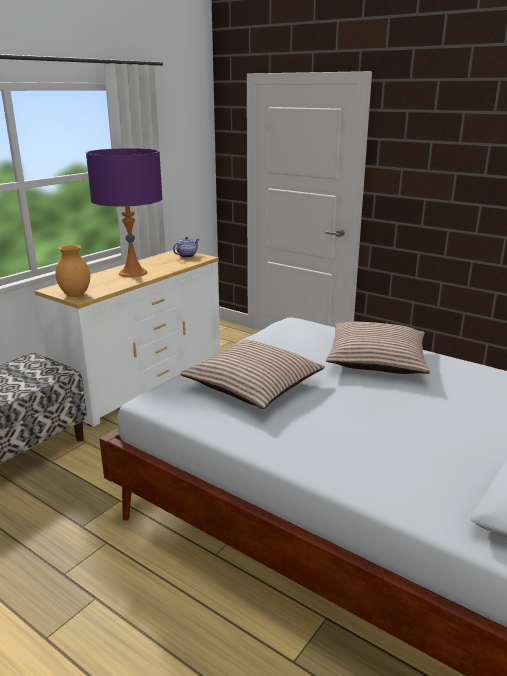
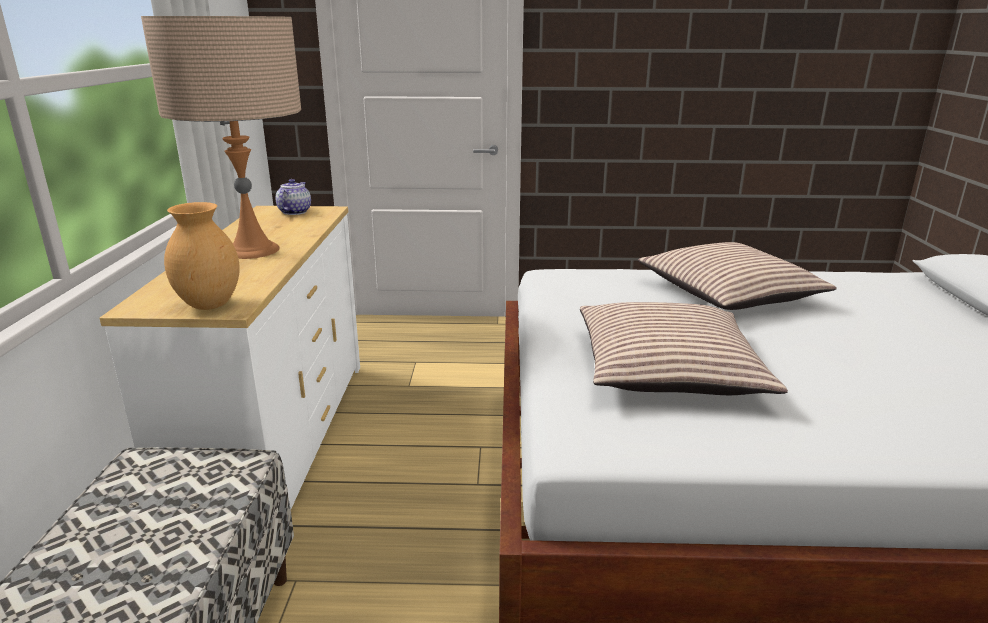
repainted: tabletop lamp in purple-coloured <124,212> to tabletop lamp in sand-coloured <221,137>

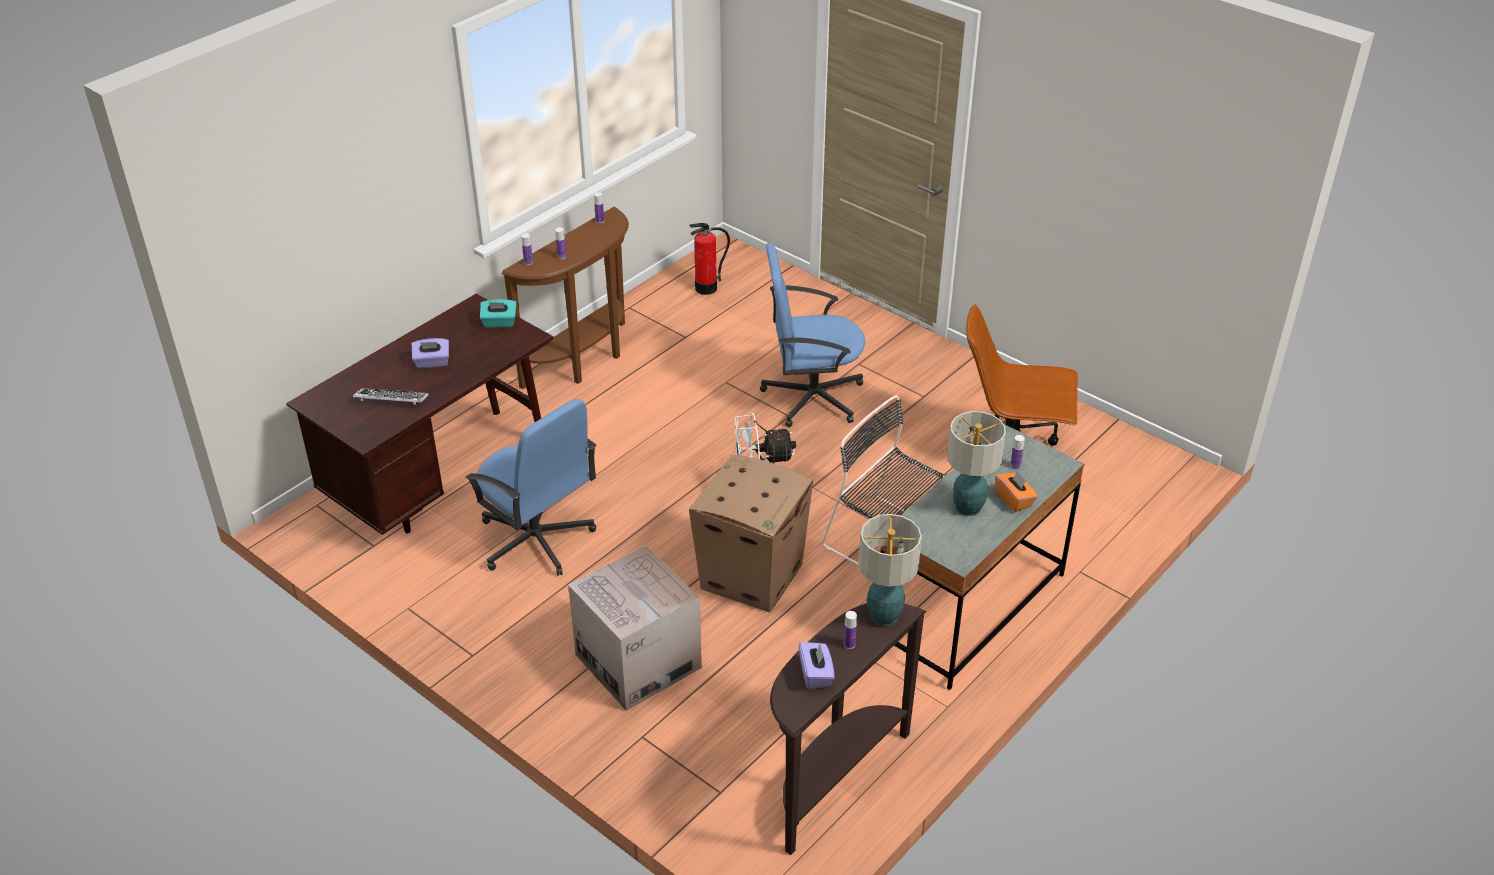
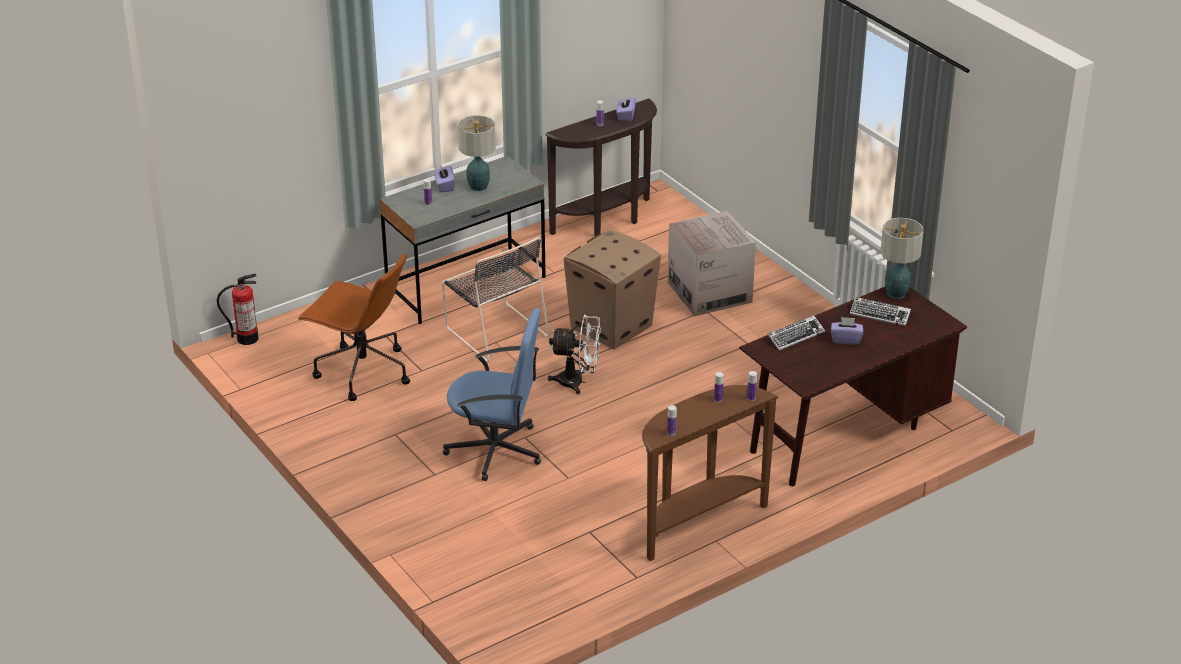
gone: computer chair in bluish <530,487>; box of tissues in turquoise <498,313>
new: PC keyboard <796,332>
shifted: fire extinguisher <709,259> to <238,309>; tabletop lamp <890,570> to <902,258>
repainted: box of tissues in orange-coloured <1016,491> to box of tissues in purple-coloured <444,179>

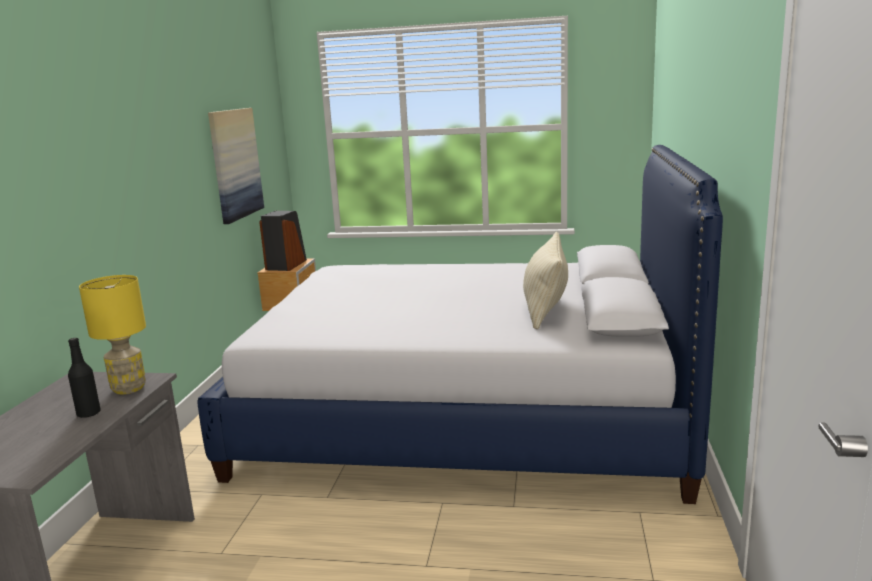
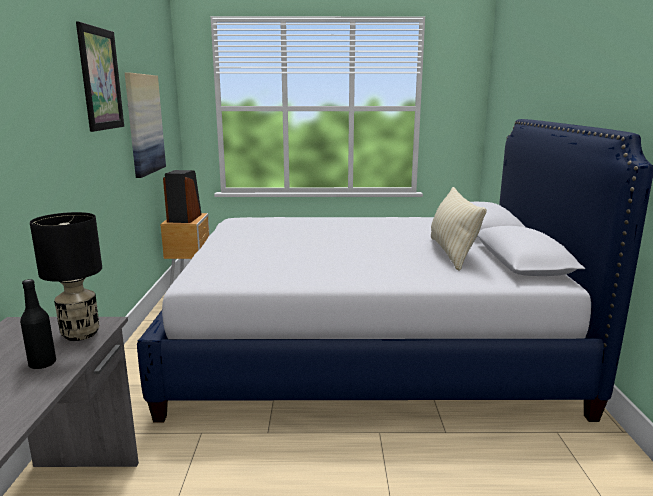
new: wall art <100,76>
repainted: tabletop lamp in yellow-coloured <112,334> to tabletop lamp in blackish <66,276>

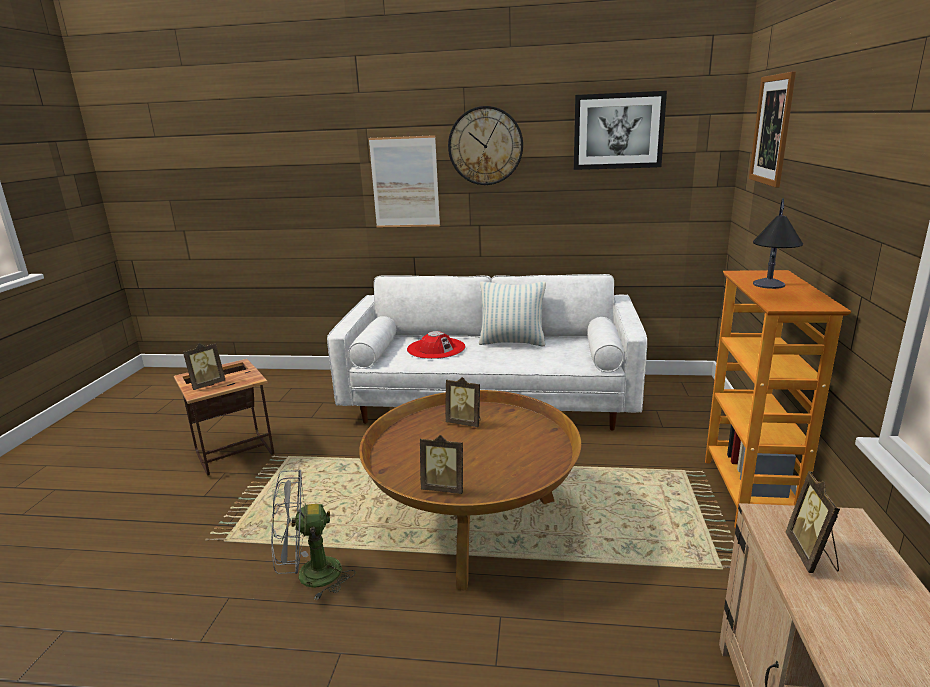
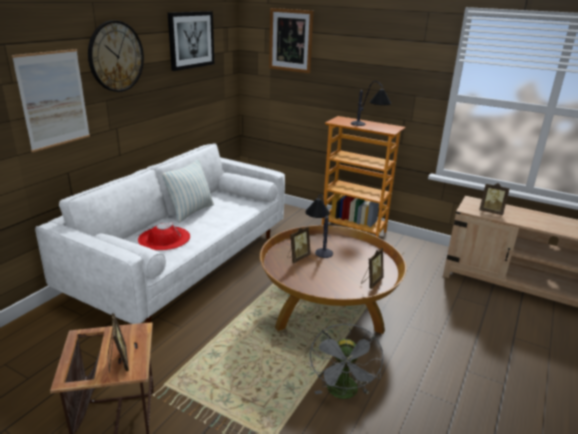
new: tabletop lamp <319,226>

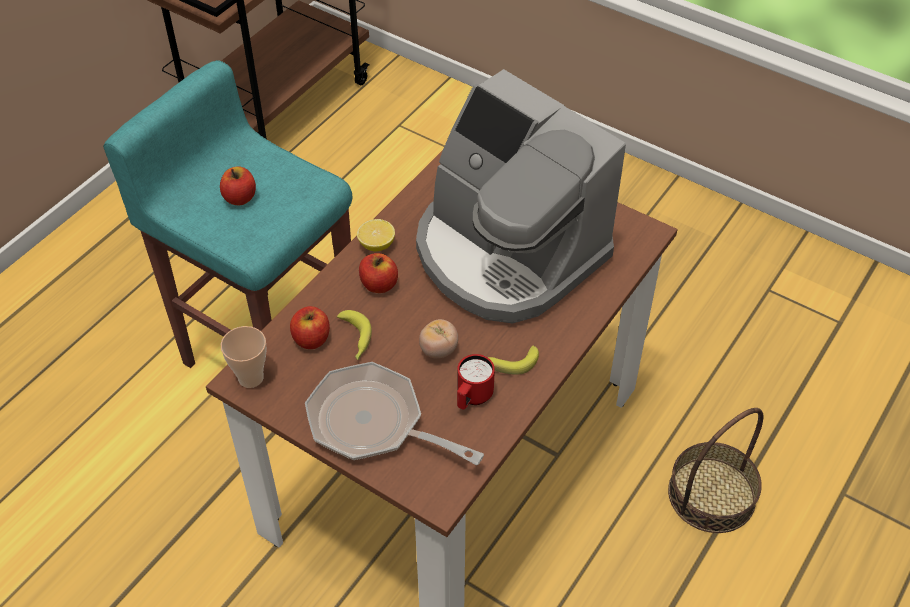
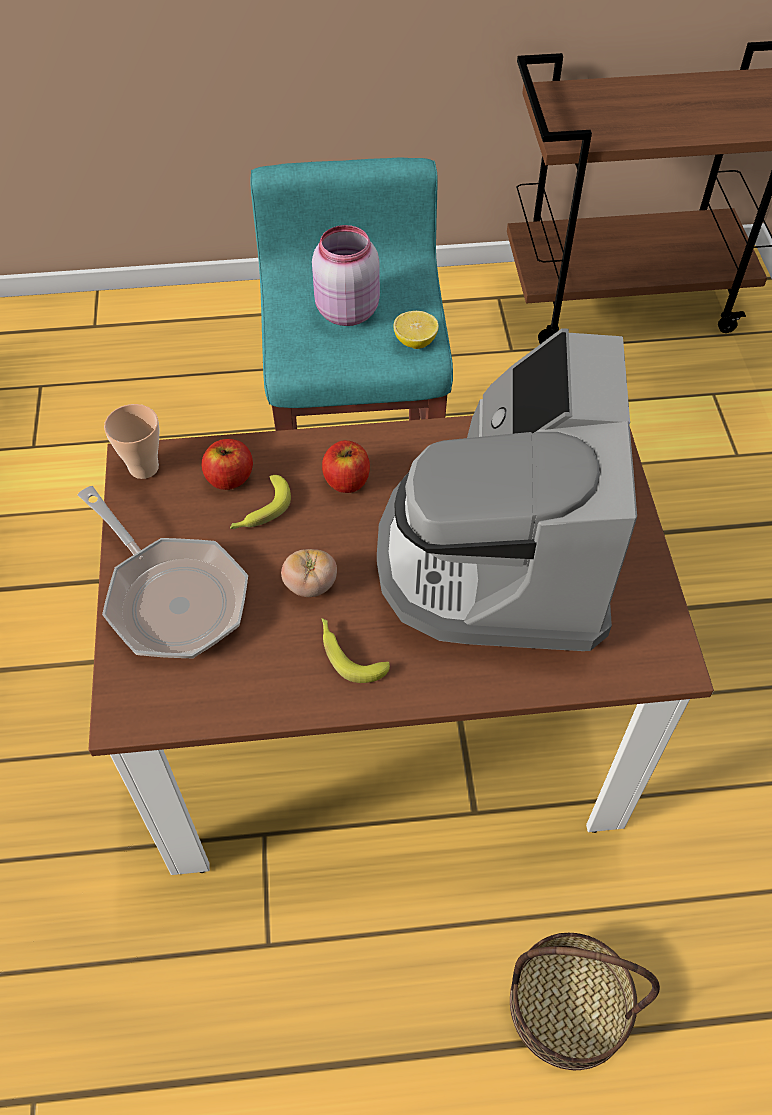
gone: coffee mug in red <476,381>
shifted: lemon <376,235> to <416,330>
swapped: whole apple <238,185> to storage jar in pink <346,275>
rotated: pan <394,413> = <163,572> 150 degrees clockwise

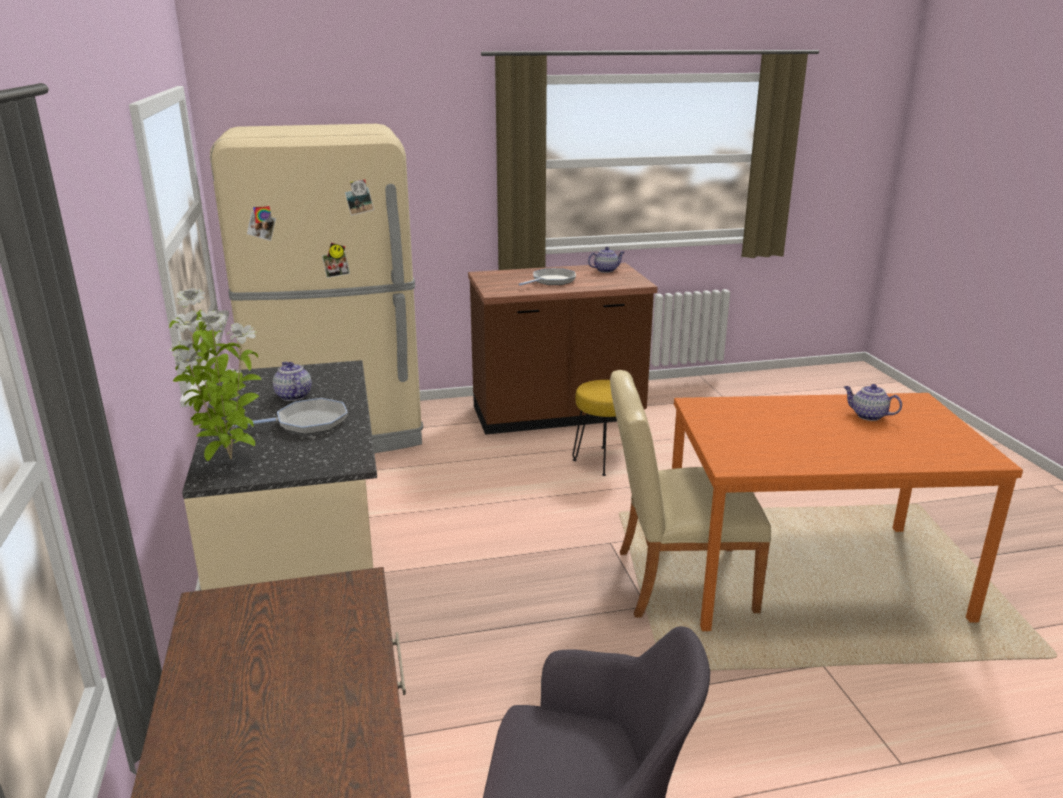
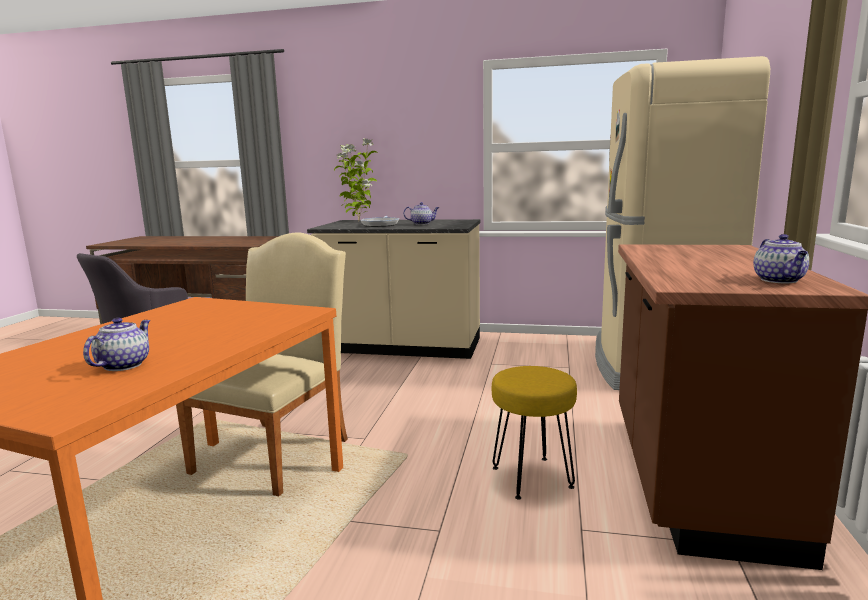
gone: pan <547,276>
rotated: tea pot <873,402> = <116,344> 45 degrees counterclockwise

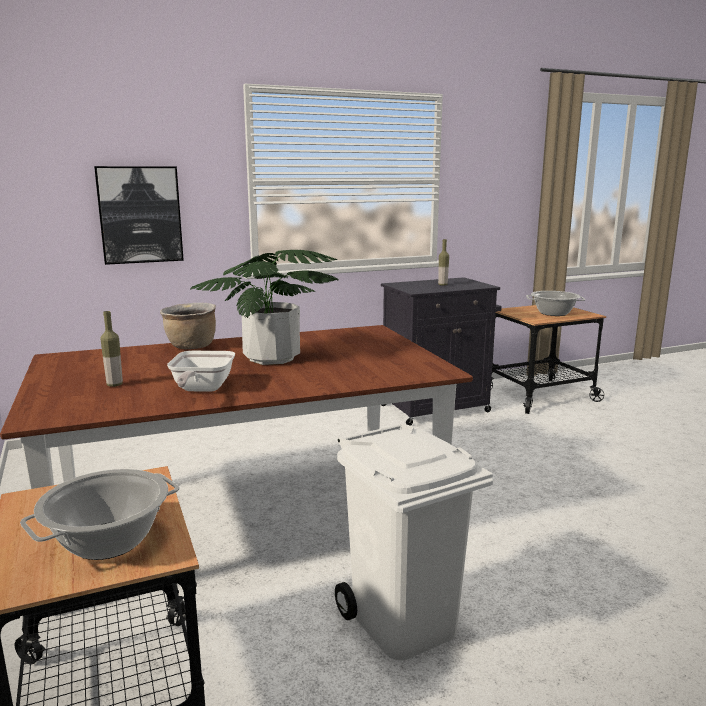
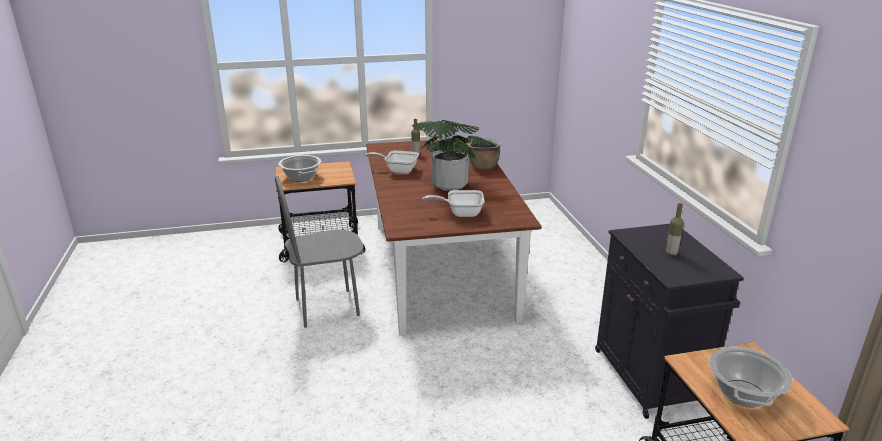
gone: wall art <139,215>
new: pan <453,203>
swapped: trash can in whitish <414,542> to upright chair in greyish <319,252>

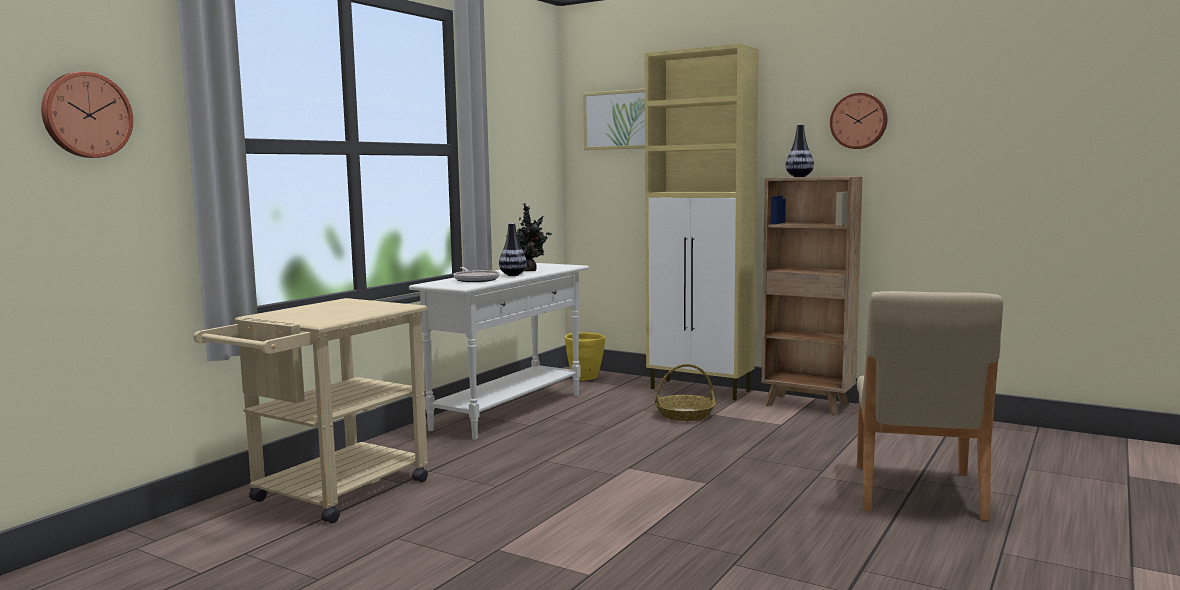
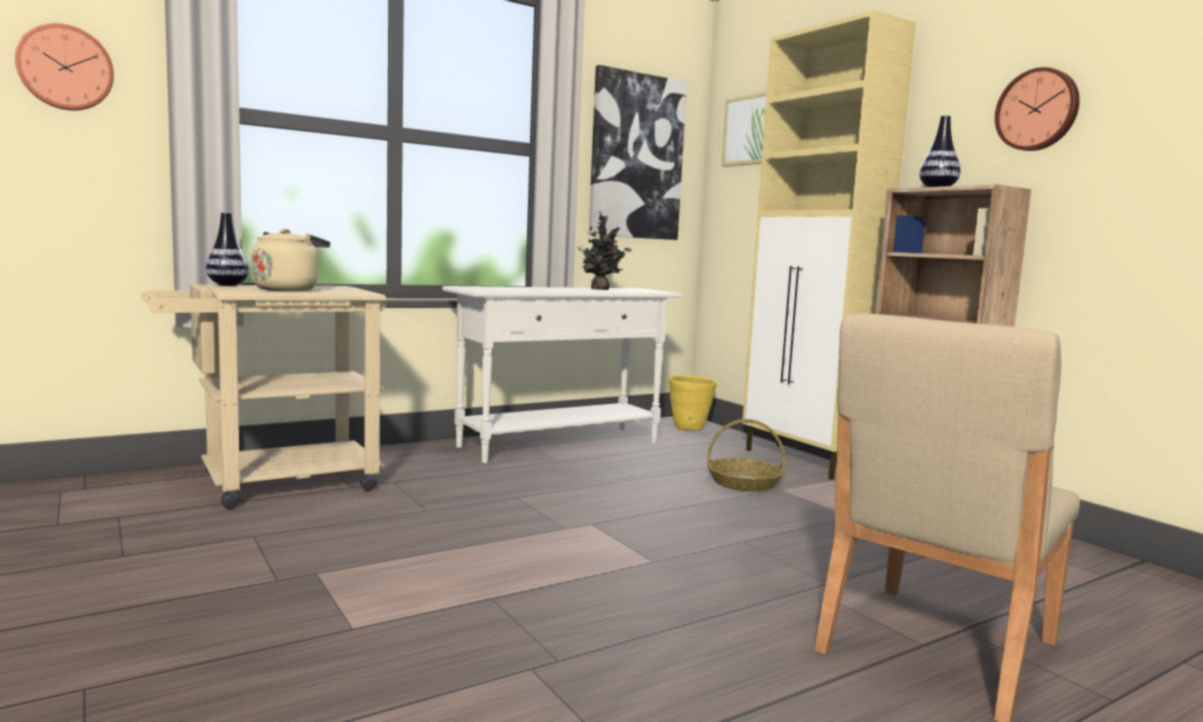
gone: pan <476,274>
new: kettle in sand-coloured <289,260>; wall art <638,152>
shifted: decorative vase <513,249> to <227,249>

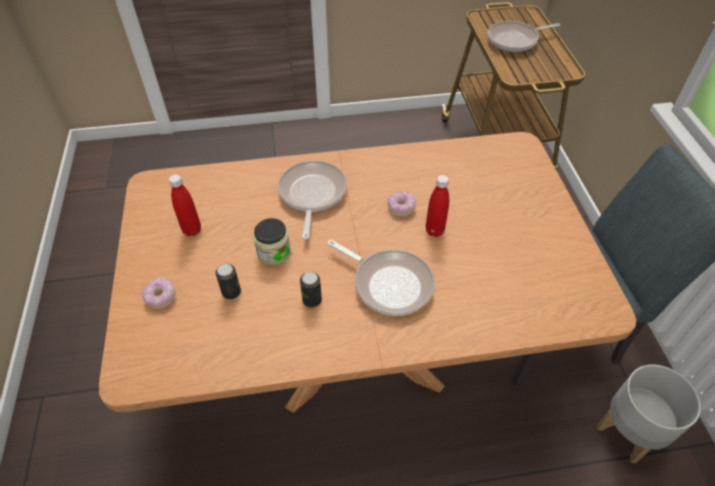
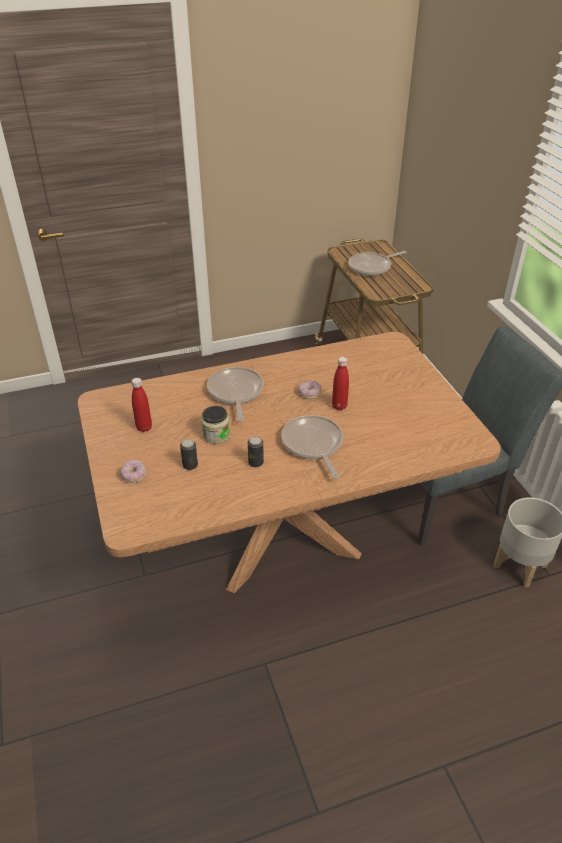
rotated: pan <381,278> = <312,447> 135 degrees counterclockwise

